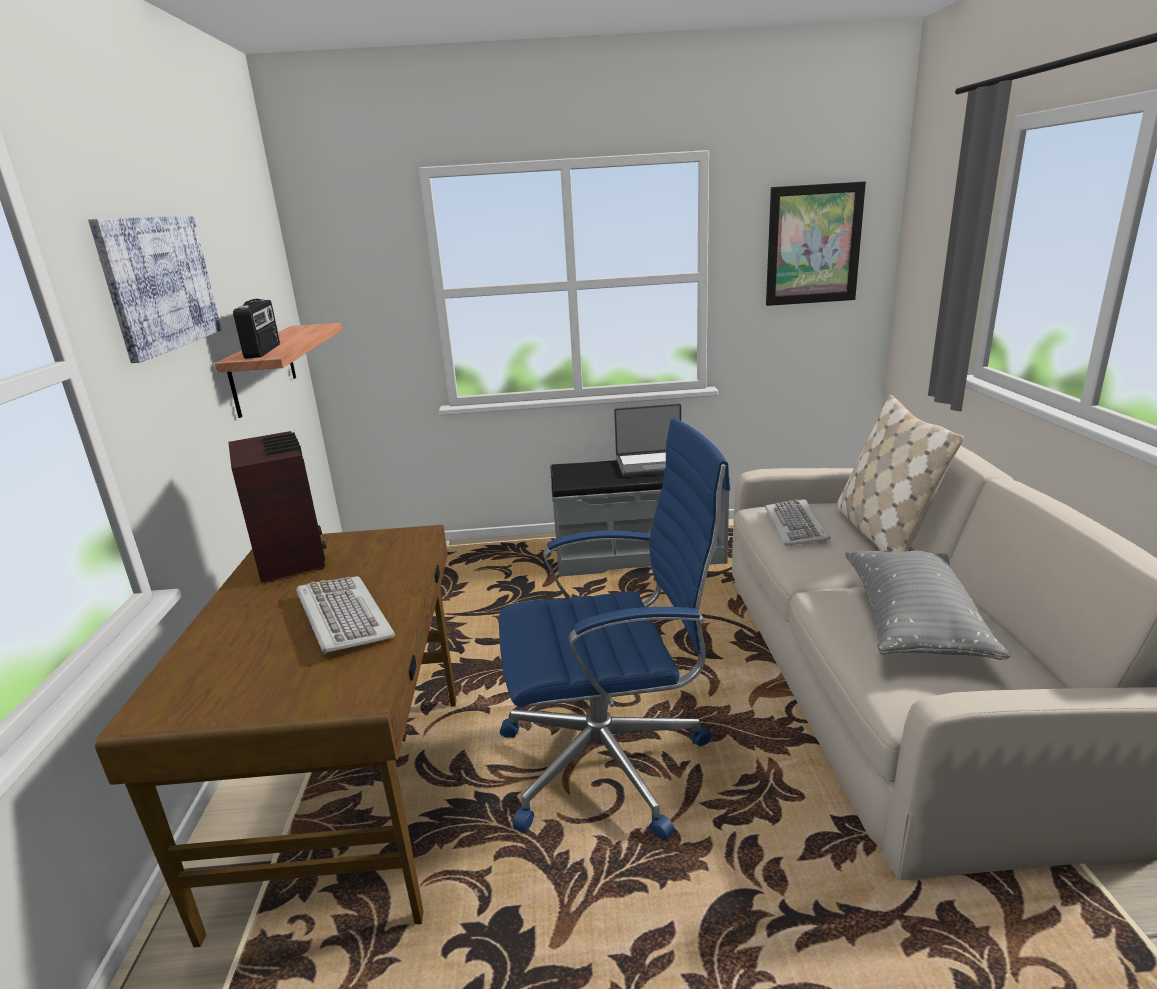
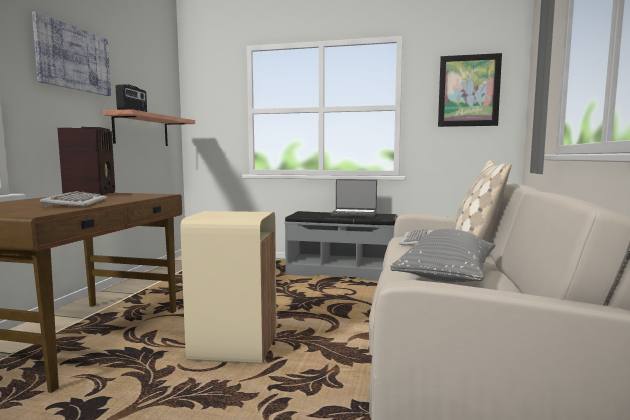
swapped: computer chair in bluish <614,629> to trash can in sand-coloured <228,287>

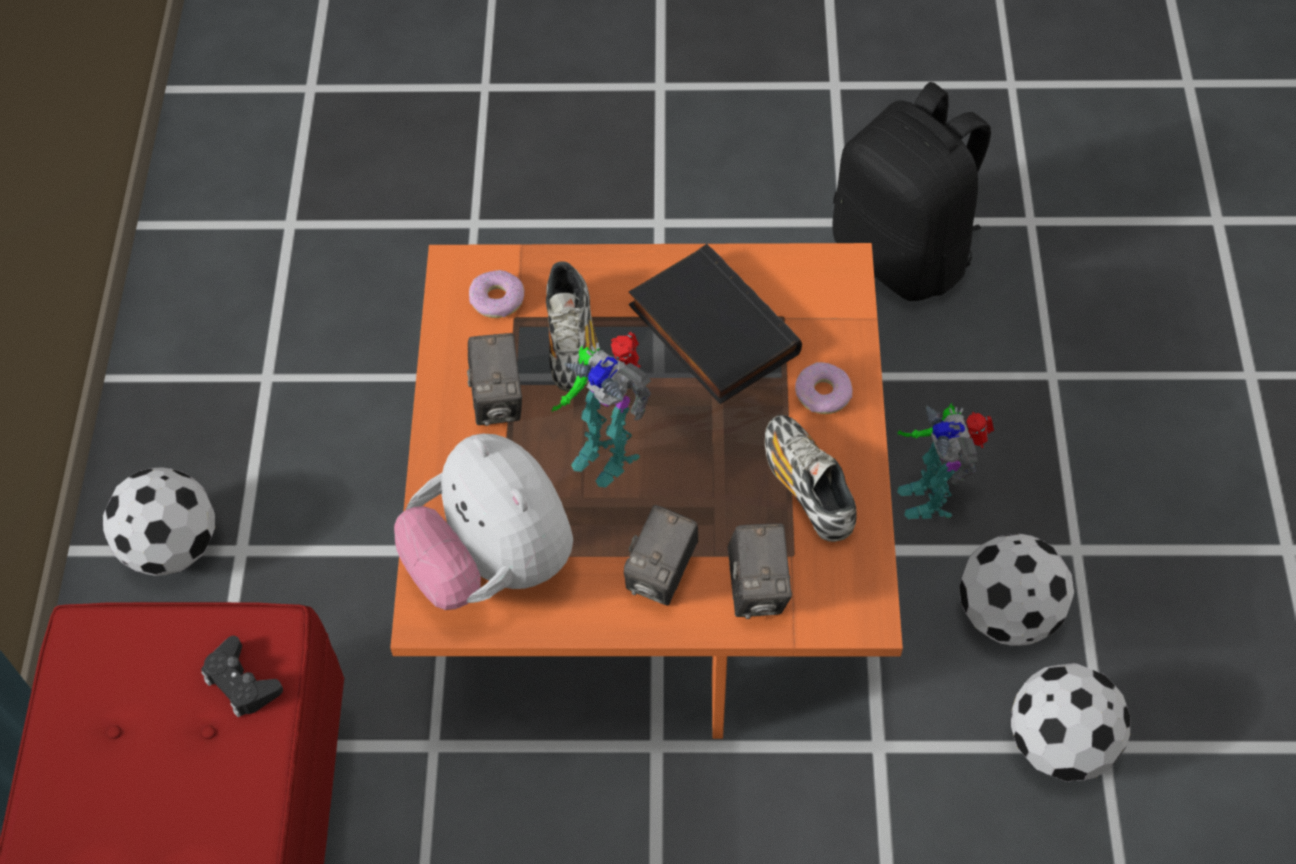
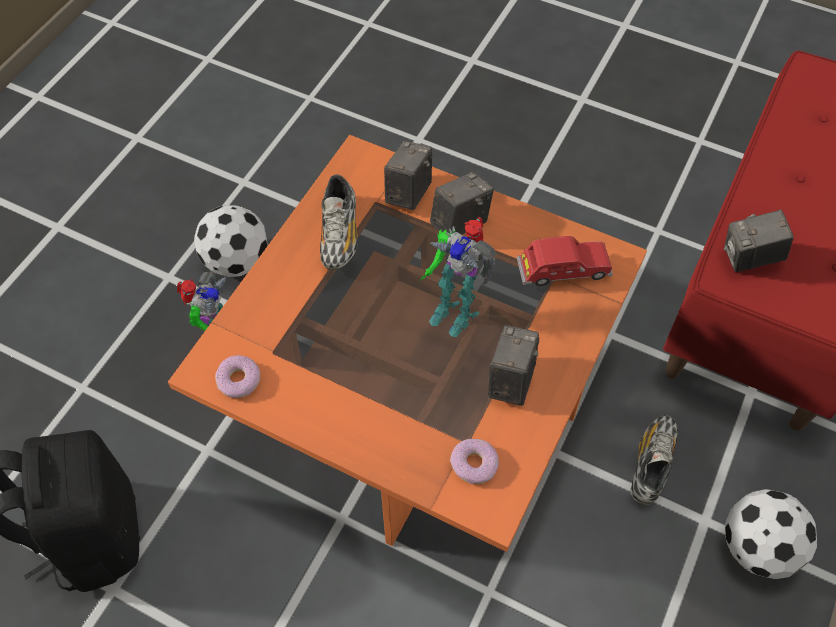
gone: volume in blackish <715,324>; football <1070,722>
shifted: shoe <572,326> to <654,460>; donut <823,388> to <237,376>
swapped: gamepad in blackish <242,677> to photo camera <759,241>; cuddly toy <483,522> to toy car in red <565,261>
rotated: toy robot <601,409> = <458,277> 150 degrees clockwise

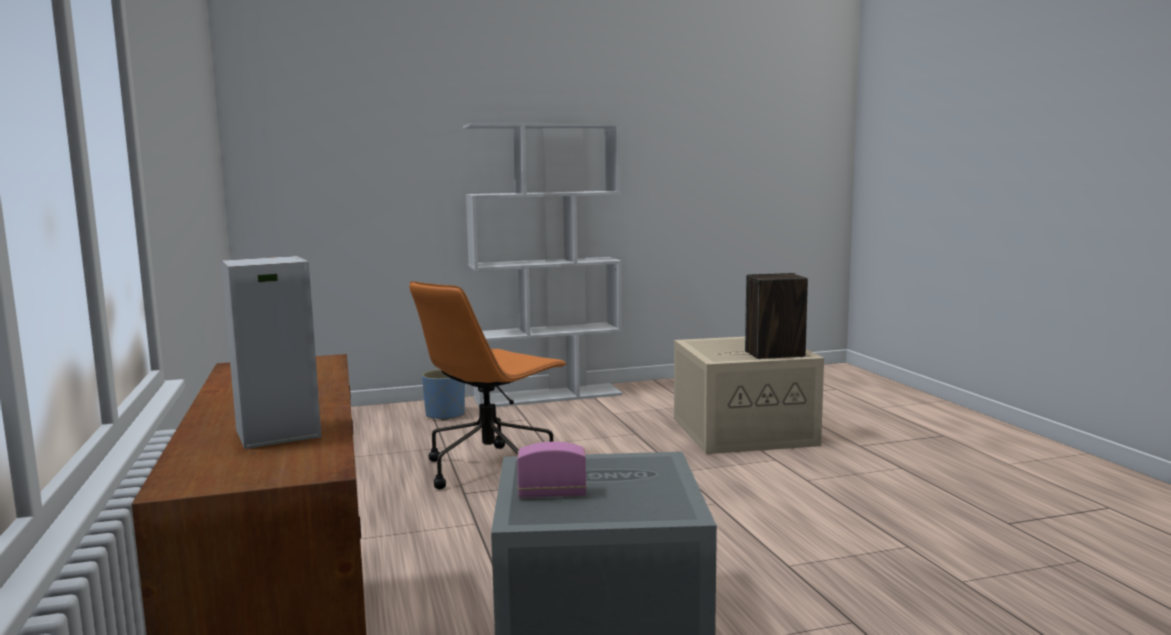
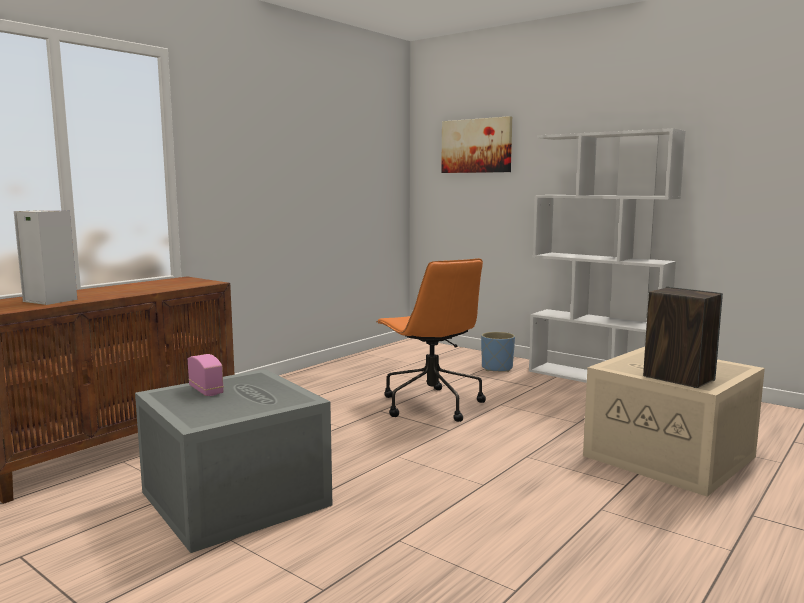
new: wall art <476,144>
rotated: computer chair in orange-coloured <488,385> = <431,340> 120 degrees counterclockwise

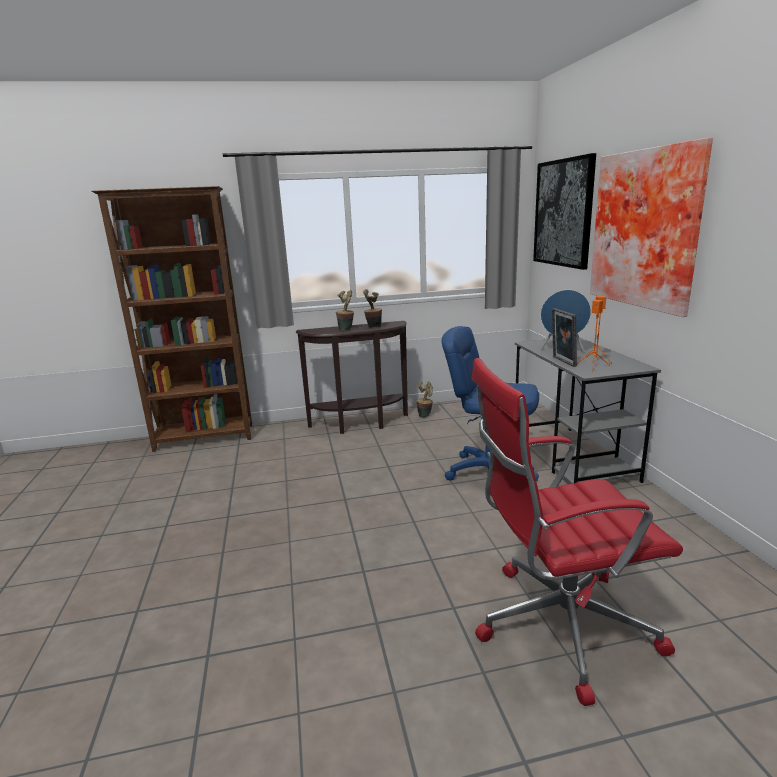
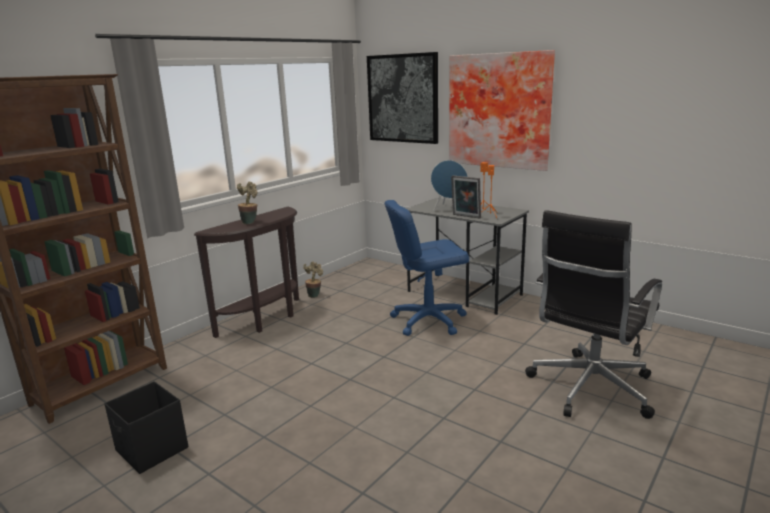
gone: plant in a pot <372,308>
new: storage bin in blackish <146,427>
repainted: computer chair in red <577,532> to computer chair in blackish <593,314>

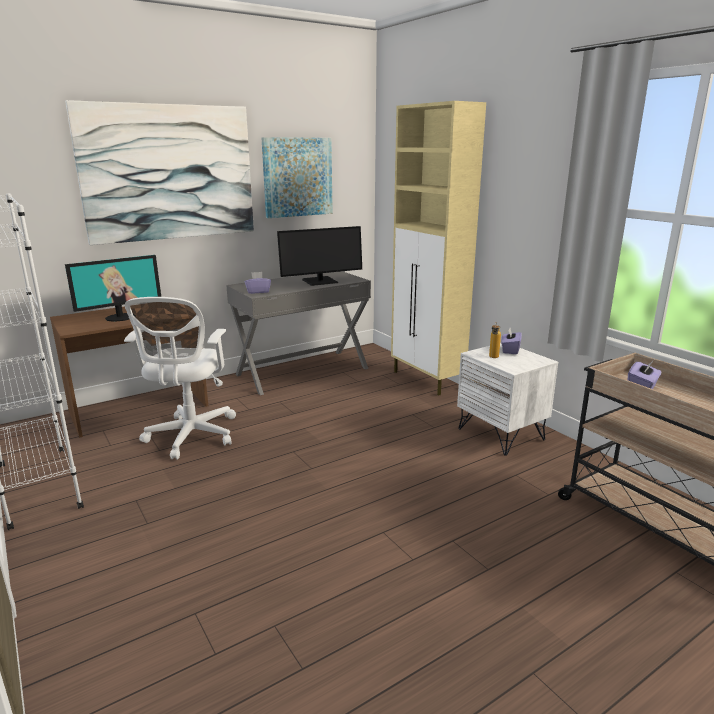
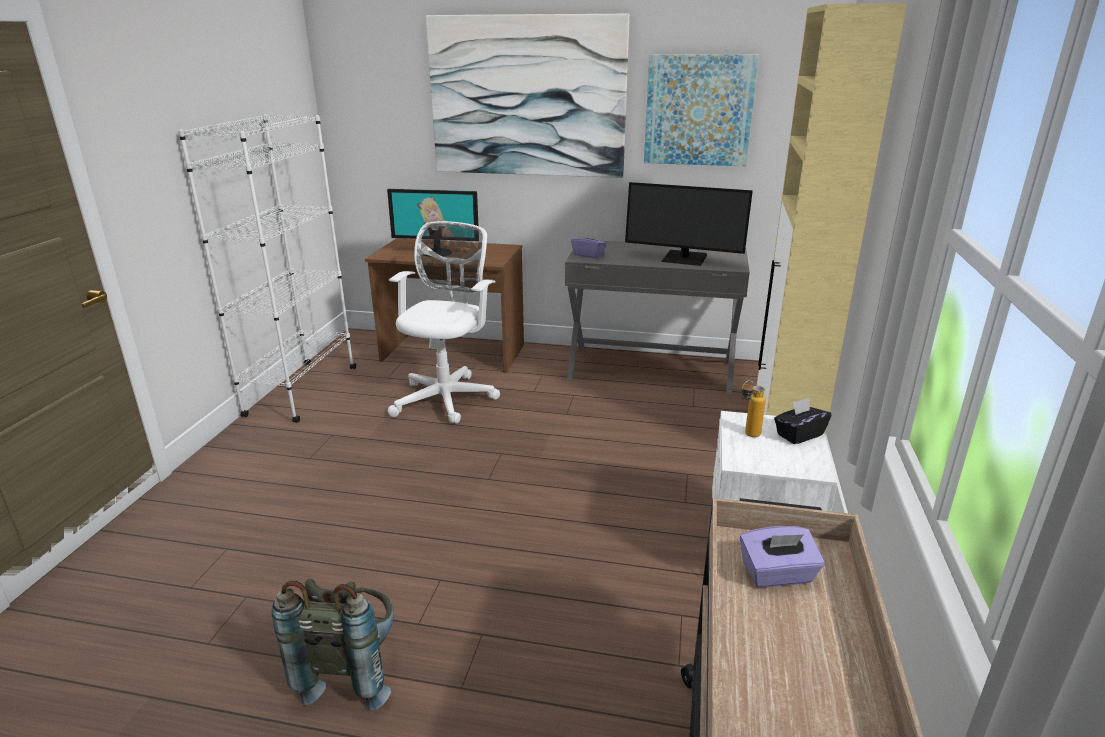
new: backpack in greyish <333,645>
repainted: box of tissues in purple-coloured <511,341> to box of tissues in blackish <803,421>
rotated: computer chair in whitish <180,378> = <444,322> 150 degrees clockwise

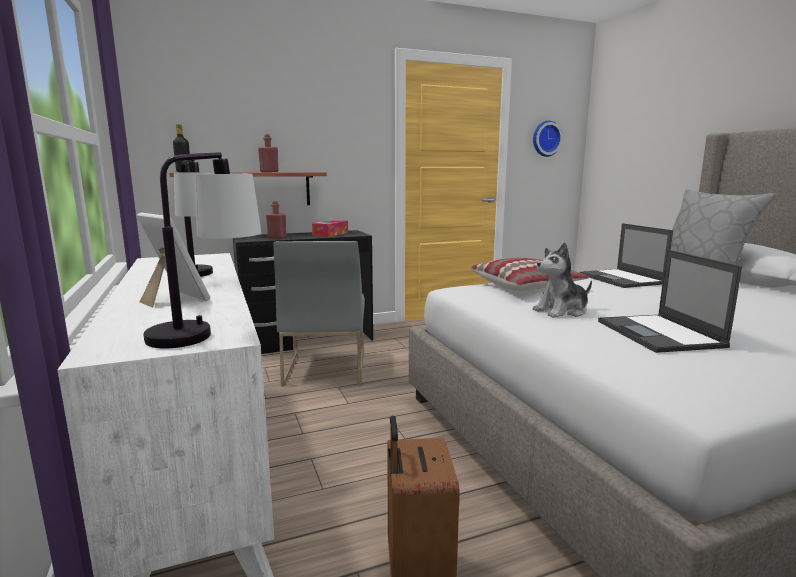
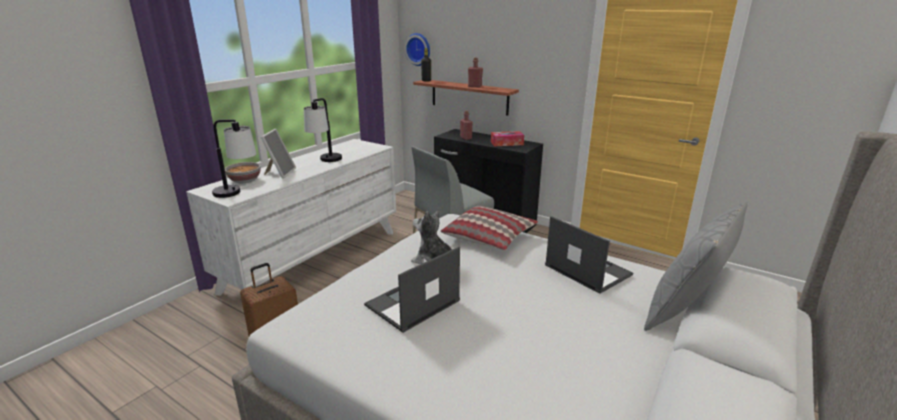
new: deep dish <243,172>
shifted: hanging clock <548,139> to <417,49>
rotated: portable computer <626,255> = <589,255> 105 degrees clockwise

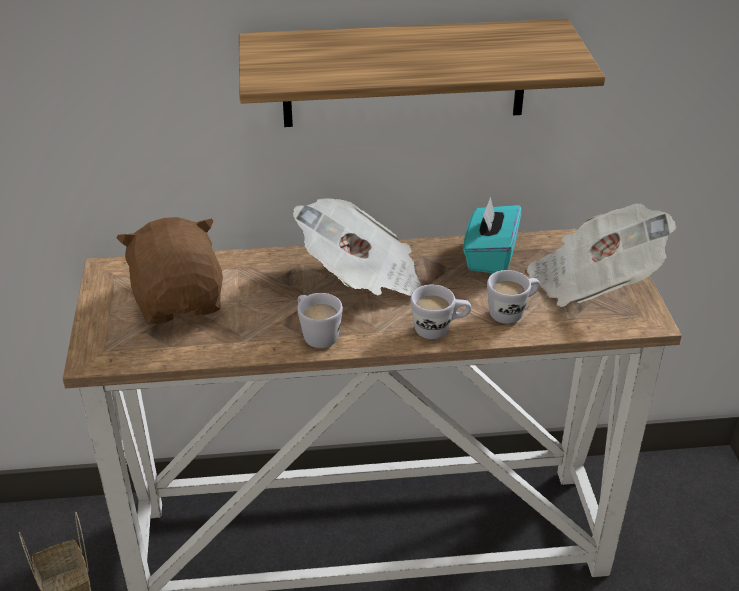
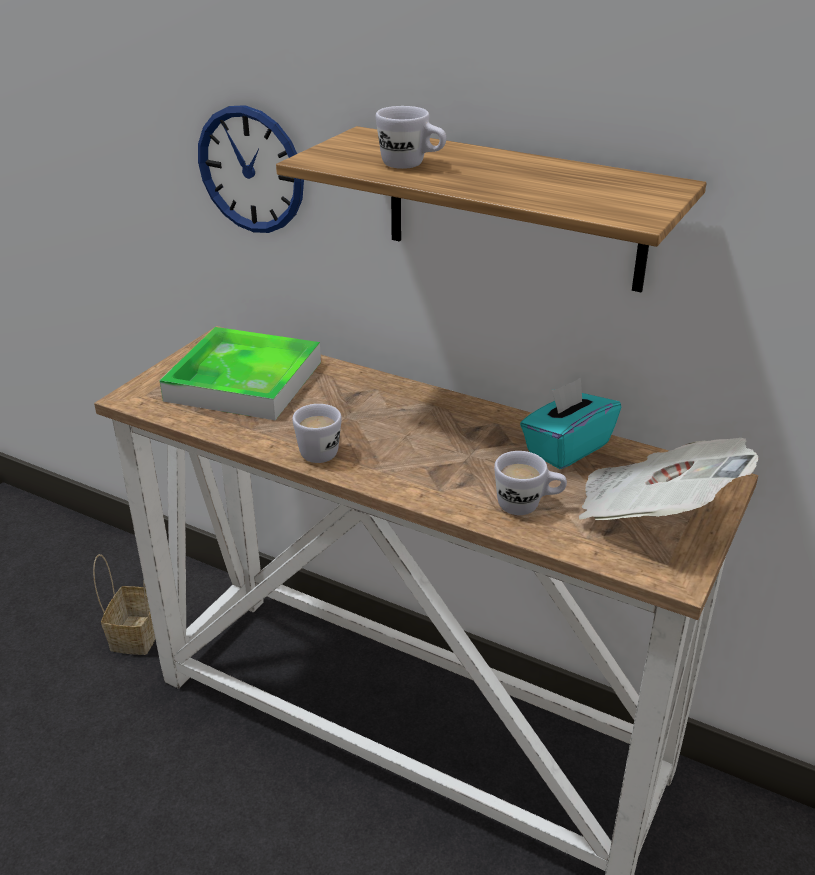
gone: daily paper <357,247>
new: hanging clock <251,169>
shifted: coffee mug in whitish <441,311> to <411,137>
swapped: cuddly toy in brownish <170,270> to serving tray <240,373>

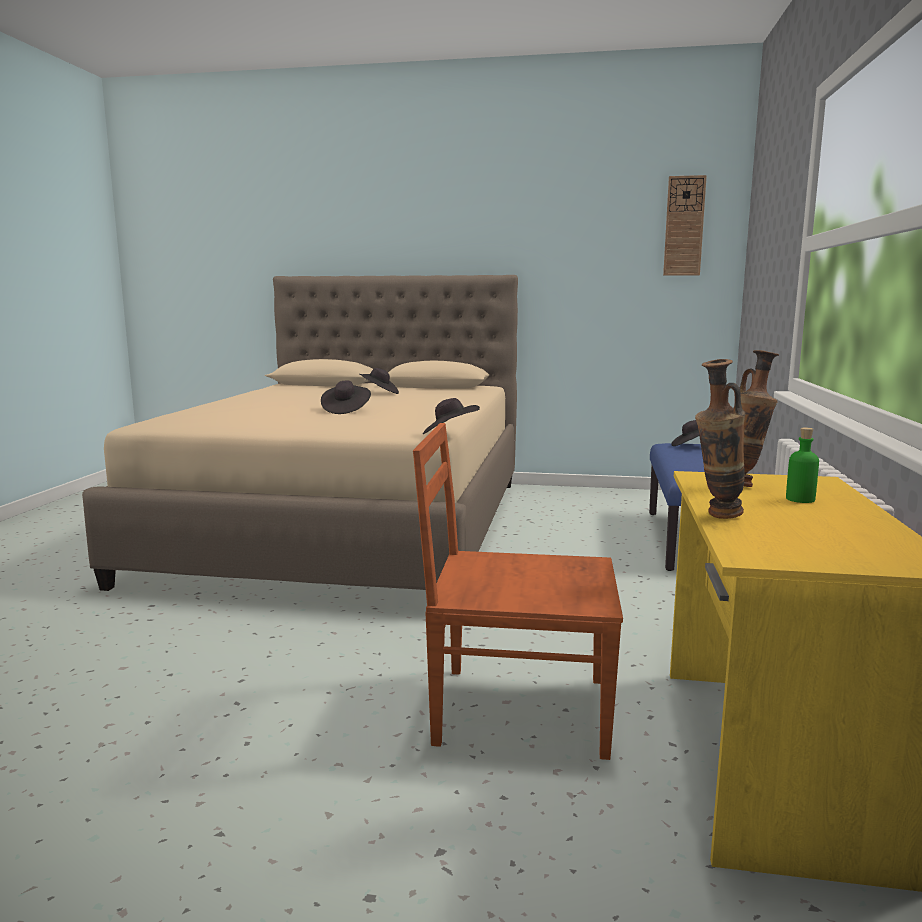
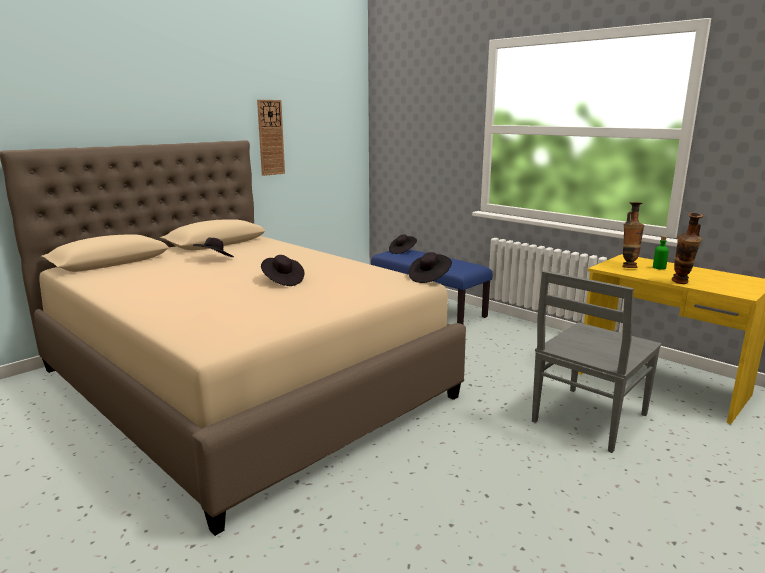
shifted: hanging clock <685,225> to <271,138>
repainted: upright chair in brownish <518,591> to upright chair in greyish <597,362>

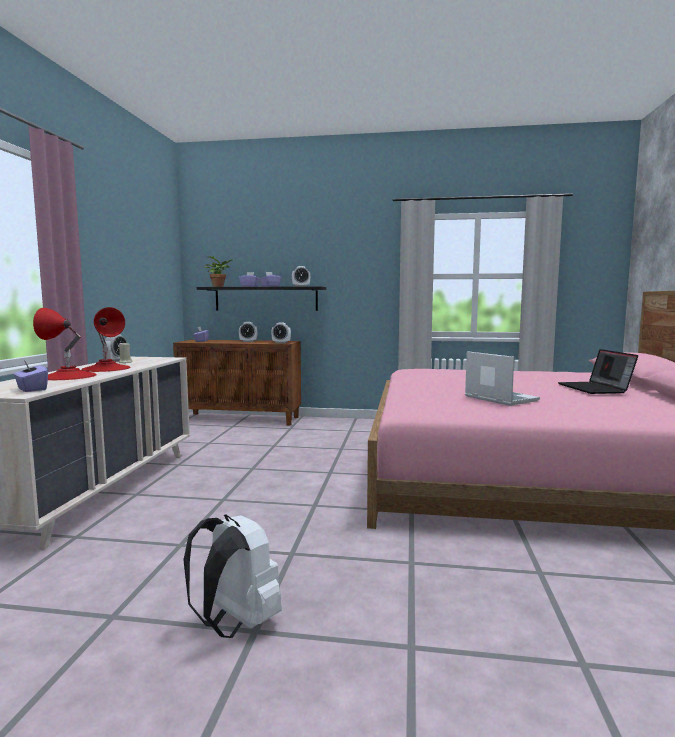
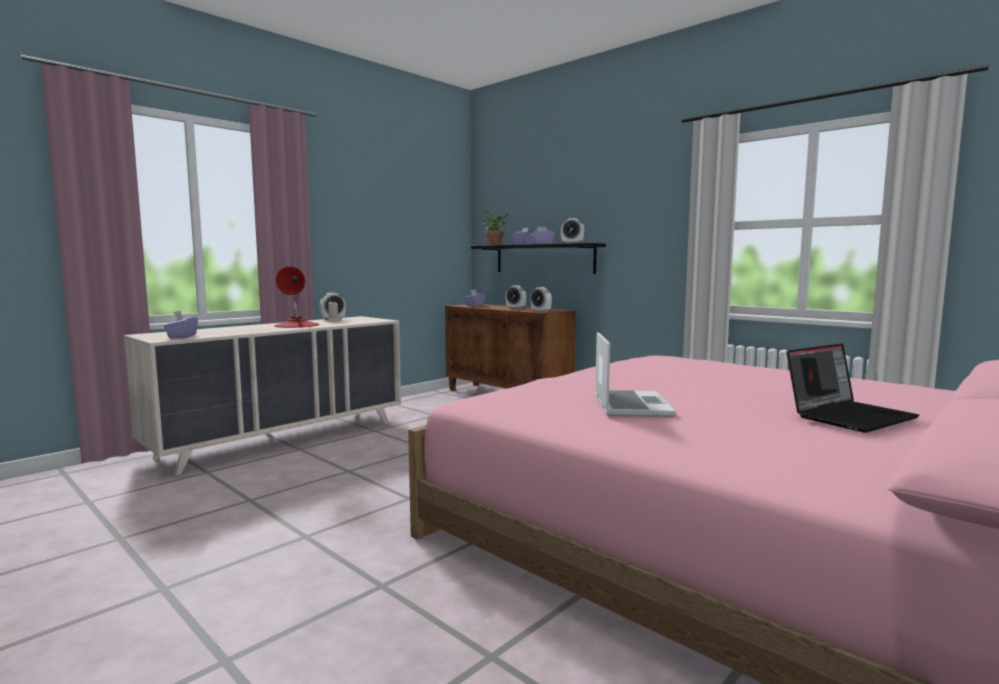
gone: tabletop lamp in red <65,344>; backpack in whitish <232,576>
rotated: portable computer <598,371> = <852,388> 150 degrees counterclockwise

